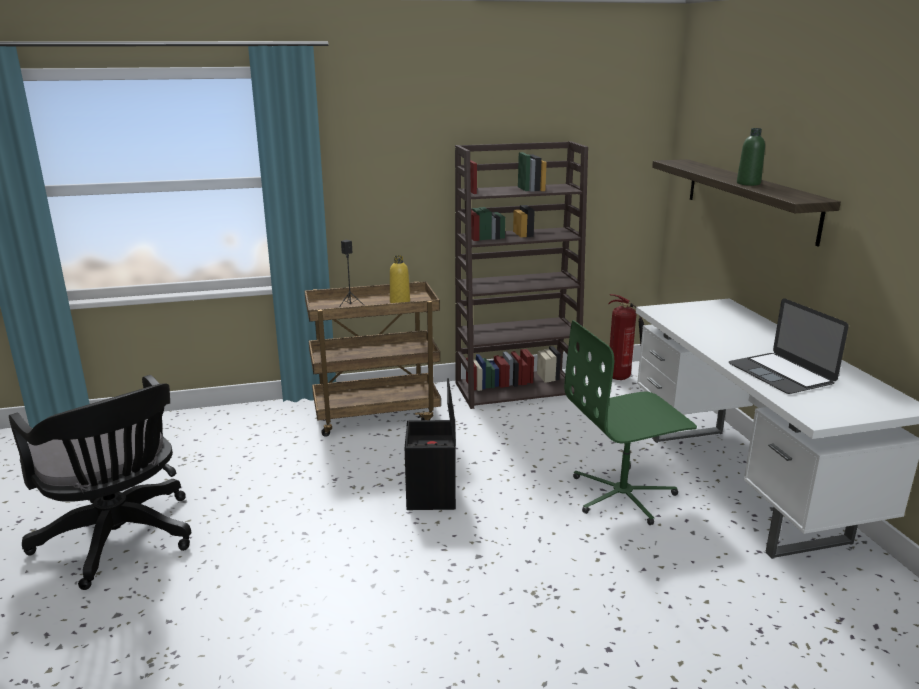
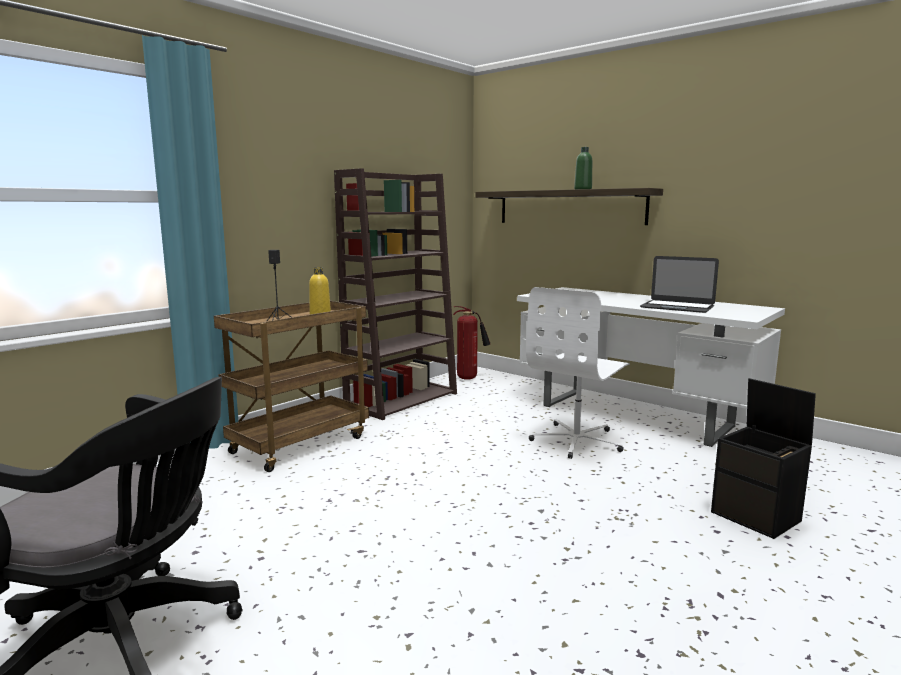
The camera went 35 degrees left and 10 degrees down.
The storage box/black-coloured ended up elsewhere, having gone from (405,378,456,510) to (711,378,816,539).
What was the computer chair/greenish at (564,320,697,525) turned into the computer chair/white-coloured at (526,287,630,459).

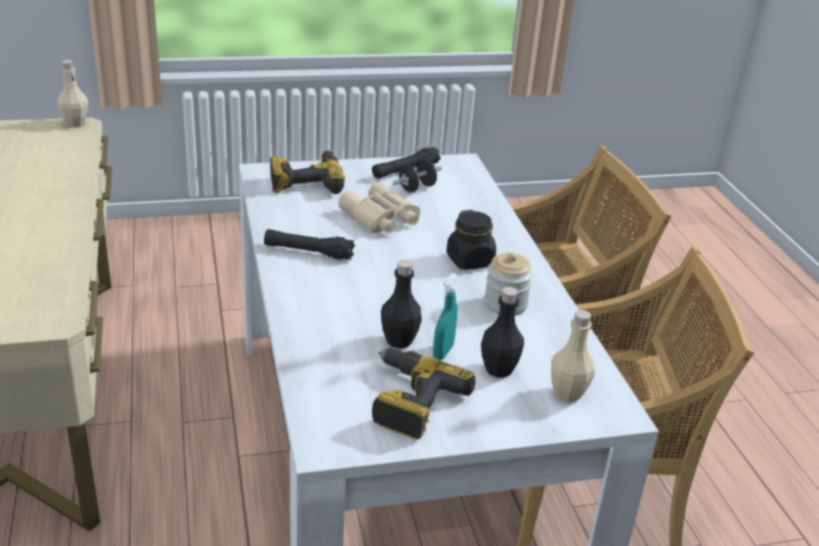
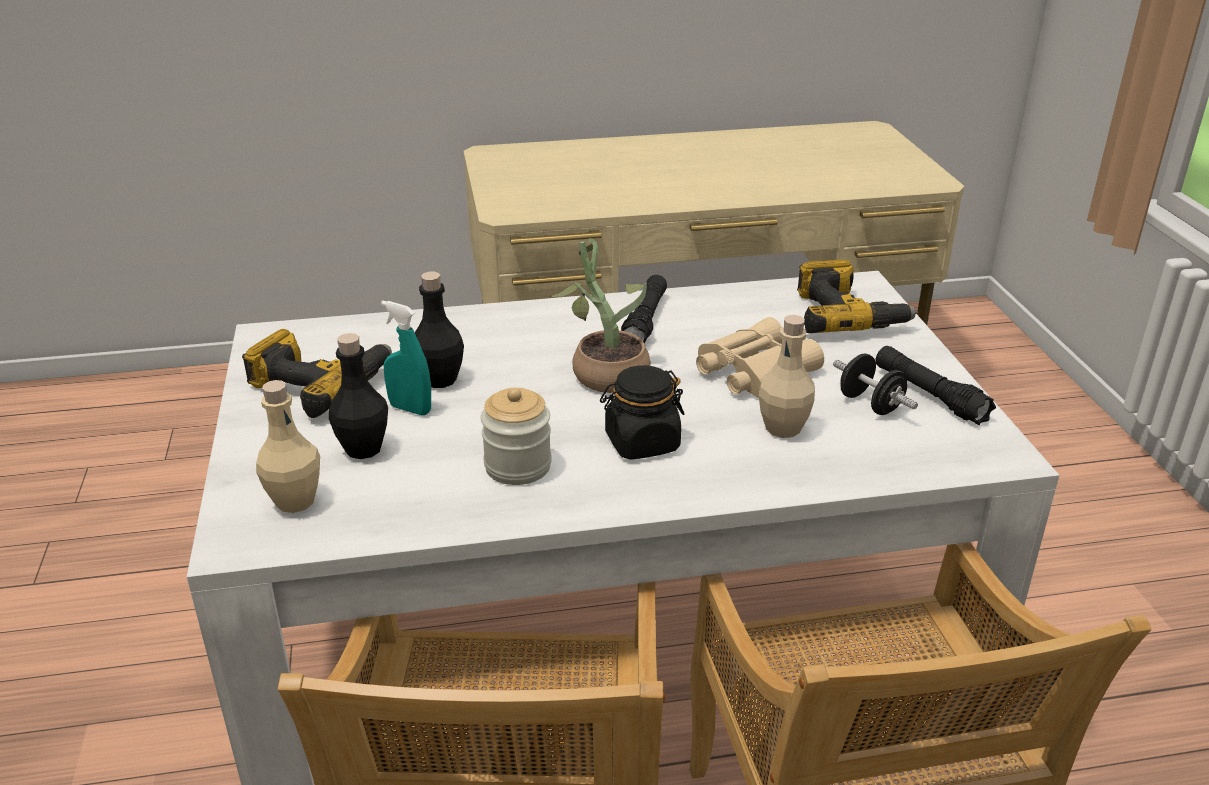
The camera went 95 degrees right and 0 degrees up.
The second view gained the plant in a pot at (551,238,651,393).
The drink bottle/beige ended up elsewhere, having gone from (57,60,88,128) to (759,315,815,438).

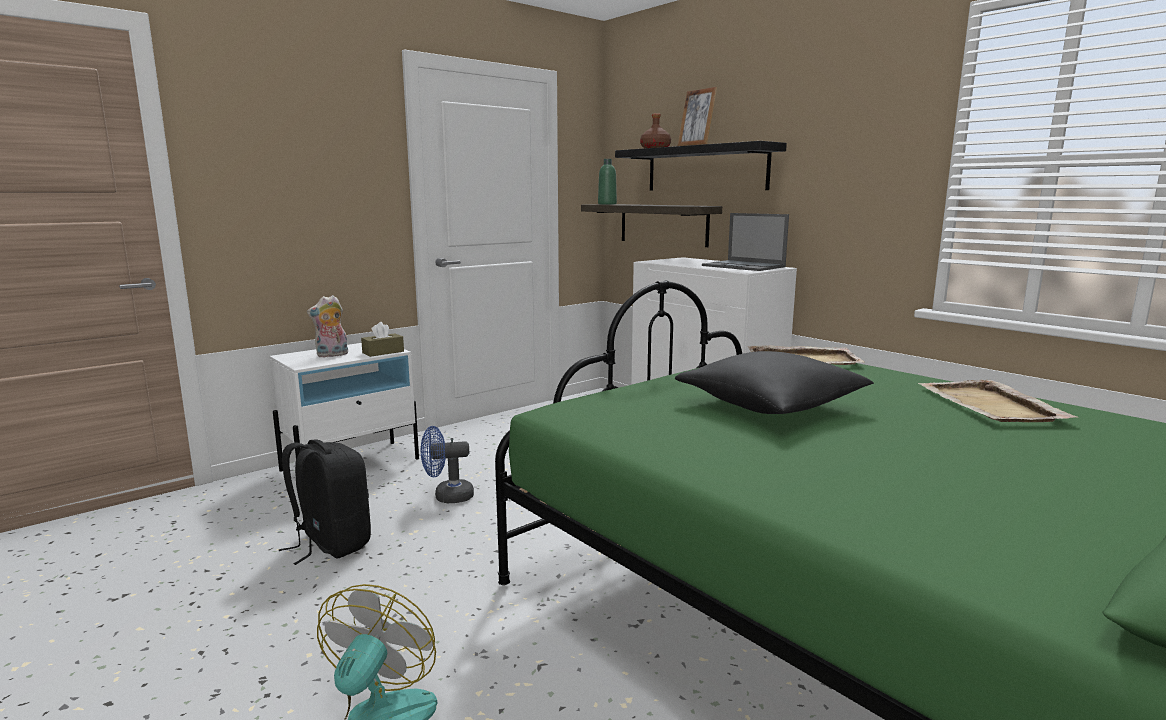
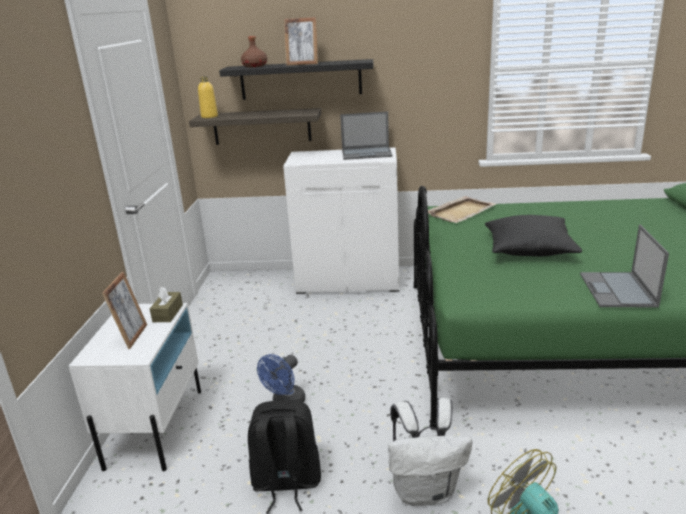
The camera went 45 degrees left and 10 degrees up.
The second view lost the tray/beige at (918,379,1077,422).
The second view gained the backpack/white-coloured at (388,398,472,506).
The second view gained the portable computer at (580,225,669,307).
Where the plush toy stood at (307,295,348,357), the standing frame came to stand at (102,272,147,349).
What was the drink bottle/greenish at (598,159,617,204) turned into the drink bottle/yellowish at (198,76,218,118).

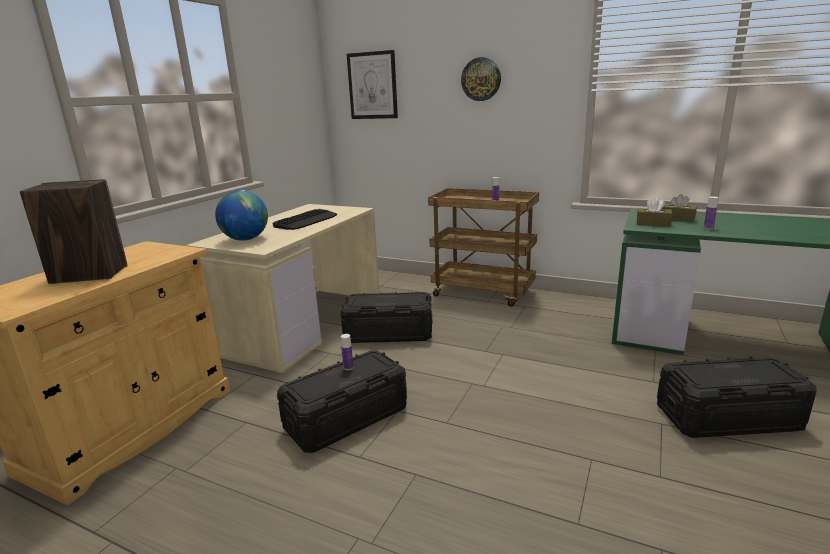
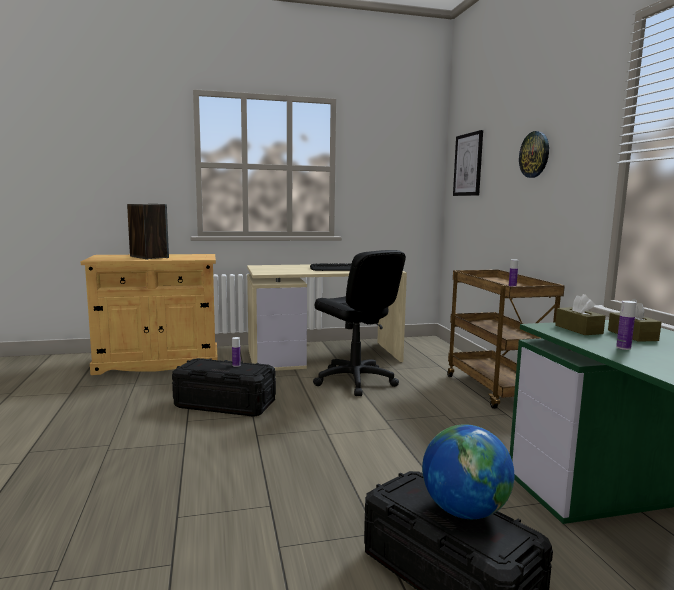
The camera went 50 degrees right and 10 degrees down.
The globe ended up elsewhere, having gone from (215,190,268,241) to (422,424,514,519).
Where the storage box/black-coloured stood at (341,291,433,343), the computer chair/black-coloured came to stand at (313,250,406,396).

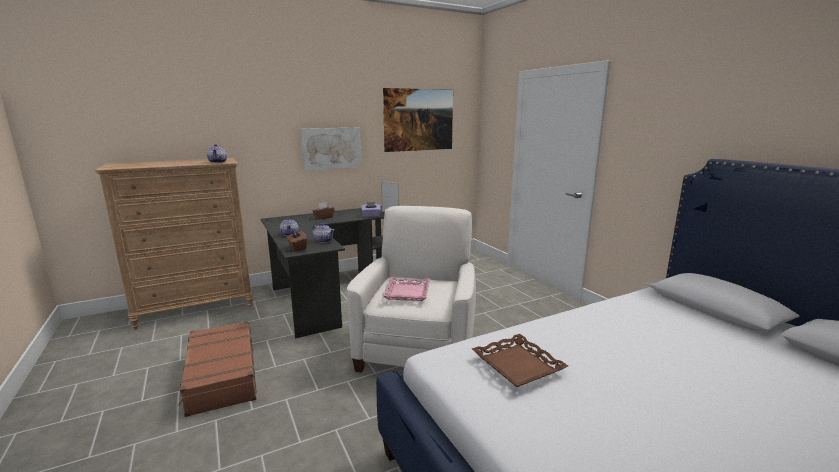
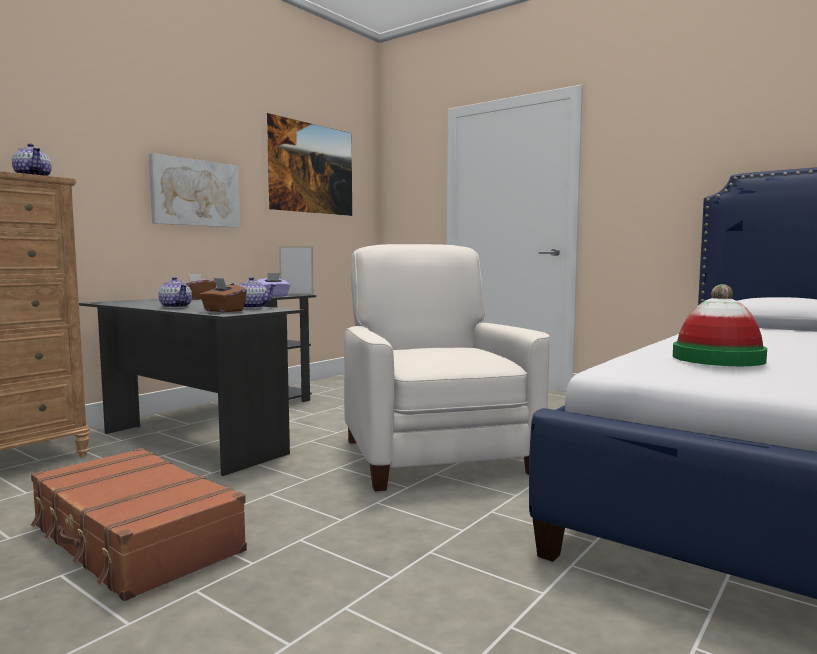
The camera went 25 degrees left and 10 degrees down.
The second view lost the tray/pinkish at (382,277,430,301).
Where the tray/brownish stood at (472,334,568,387), the hat came to stand at (673,284,767,366).

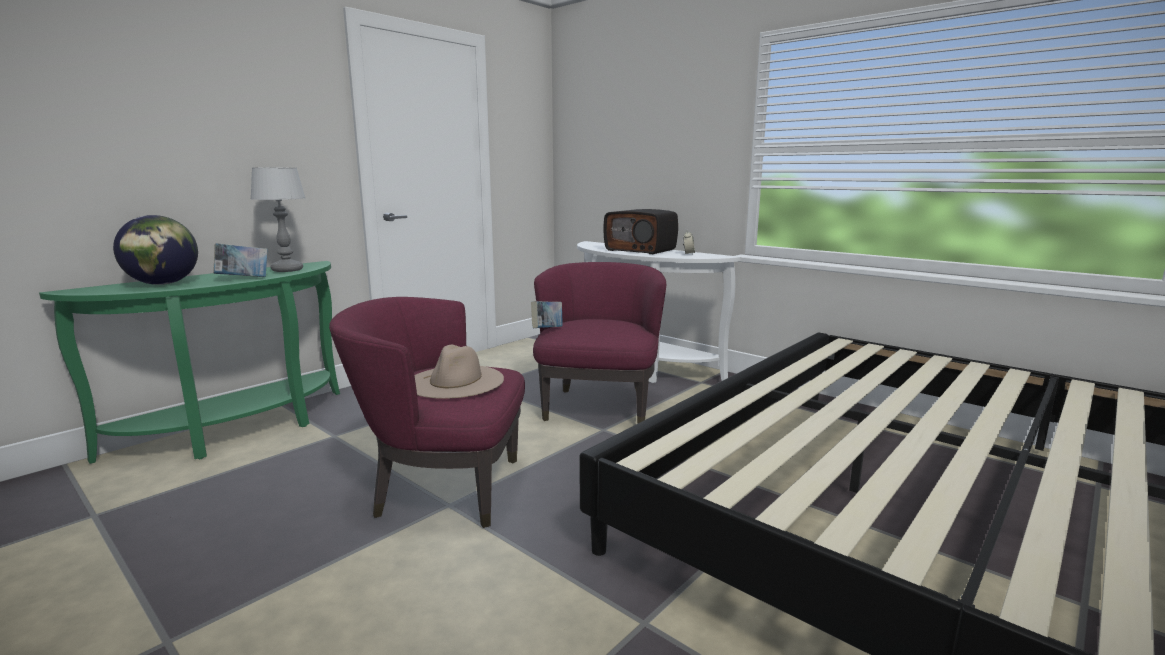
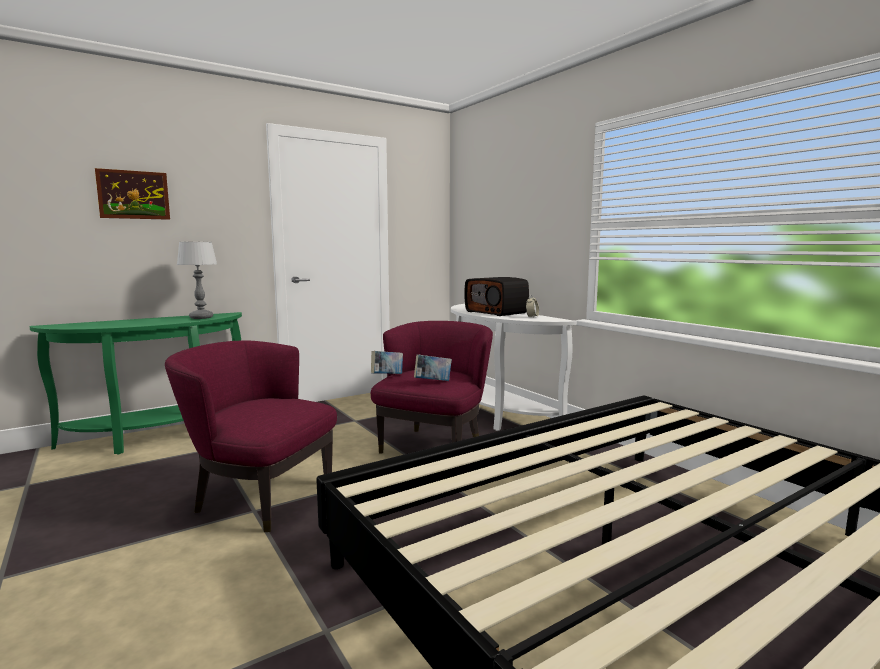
The camera went 15 degrees right and 5 degrees down.
The second view lost the globe at (113,215,198,285).
The second view lost the hat/beige at (414,345,504,399).
The second view gained the wall art at (95,168,170,220).
The volume ended up elsewhere, having gone from (213,243,268,277) to (414,355,452,381).

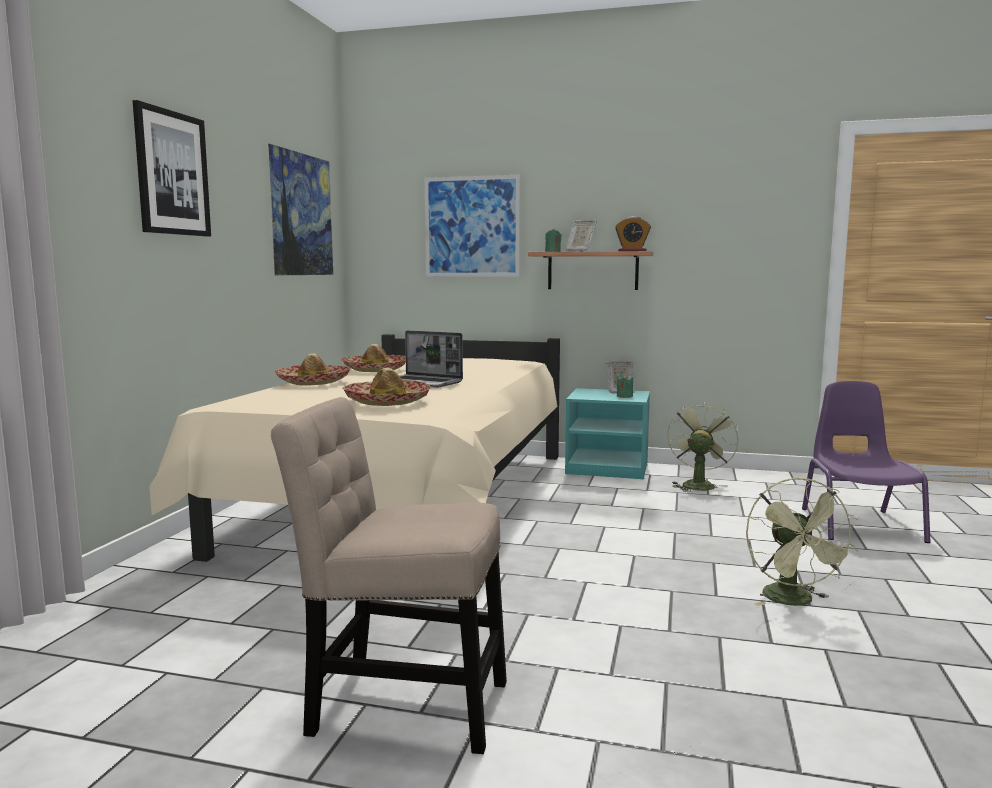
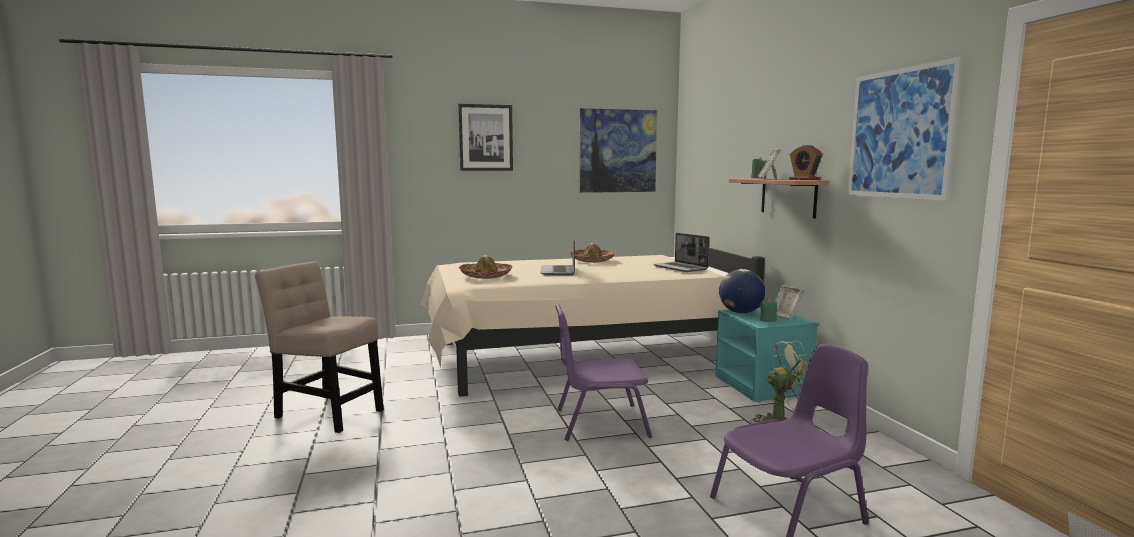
The camera went 60 degrees right and 0 degrees up.
The second view lost the hat at (274,353,351,386).
The second view lost the fan/greenish at (746,477,858,606).
The second view gained the upright chair/purple-coloured at (555,304,652,441).
The second view gained the portable computer at (653,233,709,272).
The second view gained the globe at (719,269,765,314).
The wall art ended up elsewhere, having gone from (425,175,520,277) to (847,57,963,201).
The upright chair/beige at (271,397,507,754) ended up facing another way, 45 degrees counterclockwise from before.

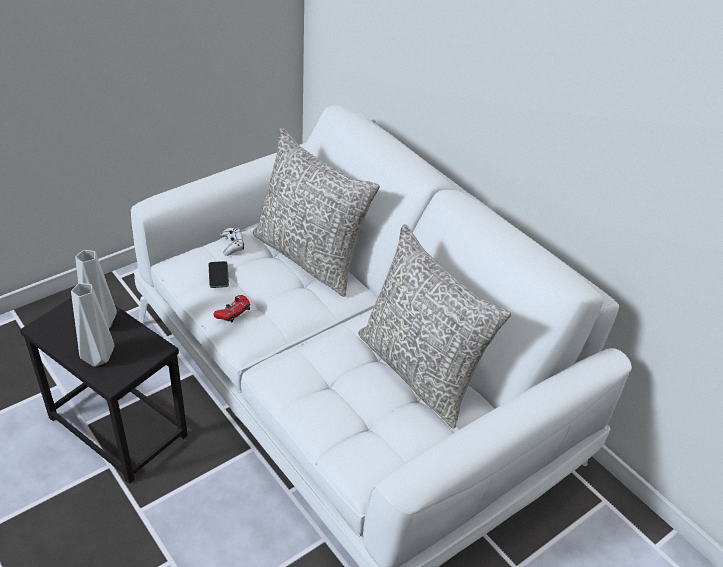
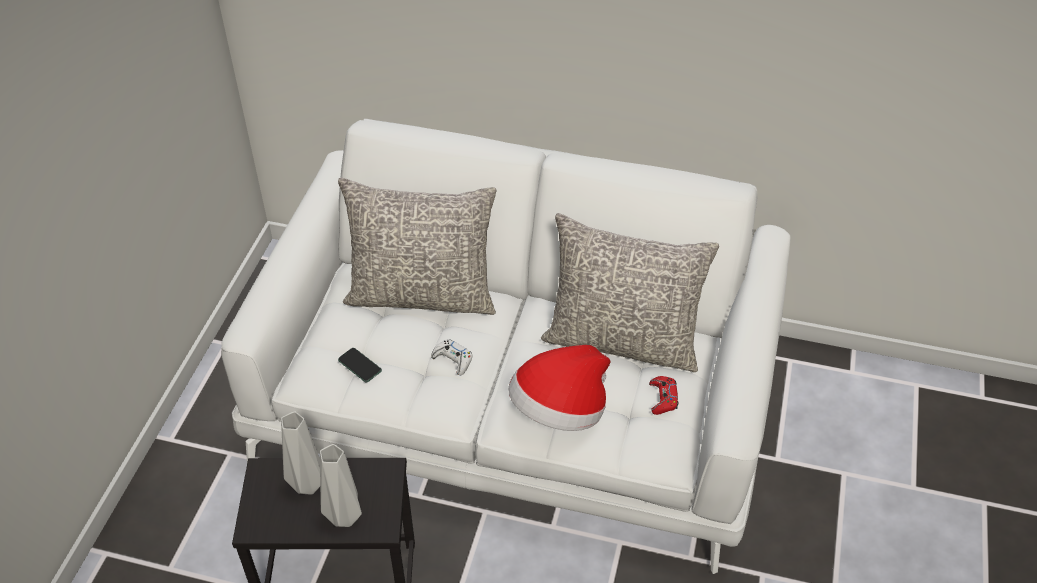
The camera went 35 degrees left and 5 degrees up.
The second view gained the hat at (508,345,610,431).
The joypad/red-coloured ended up elsewhere, having gone from (213,295,250,322) to (649,376,678,415).
The joypad/white-coloured ended up elsewhere, having gone from (220,228,244,256) to (431,339,472,375).

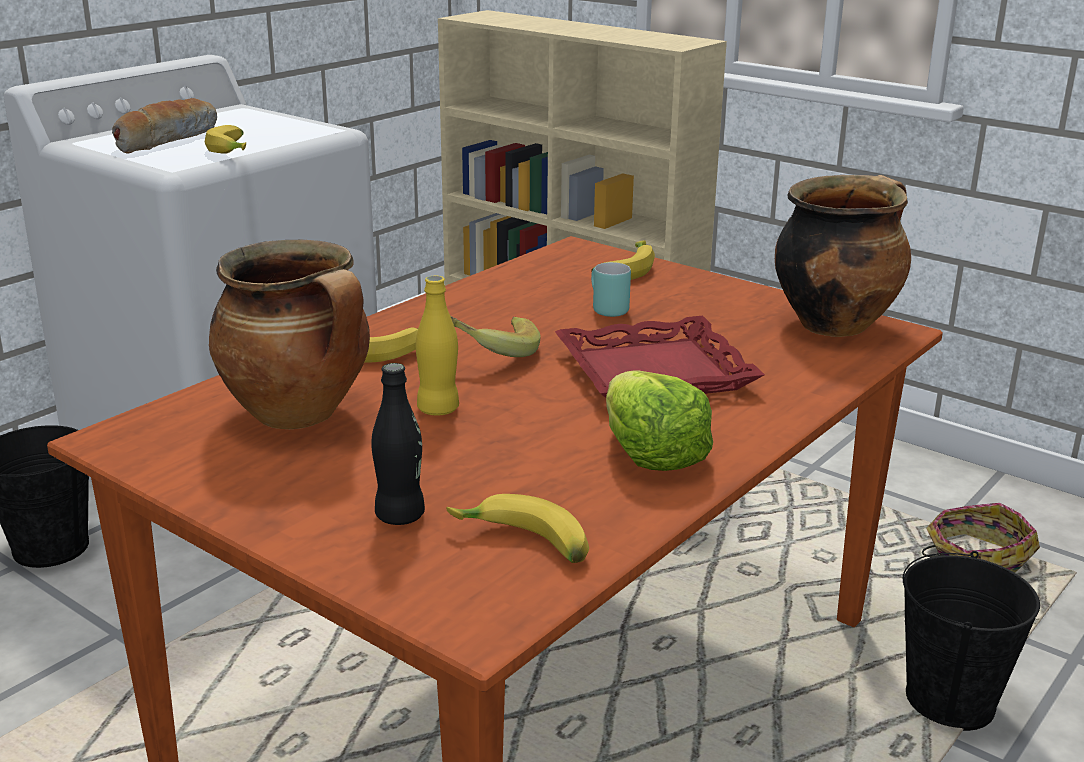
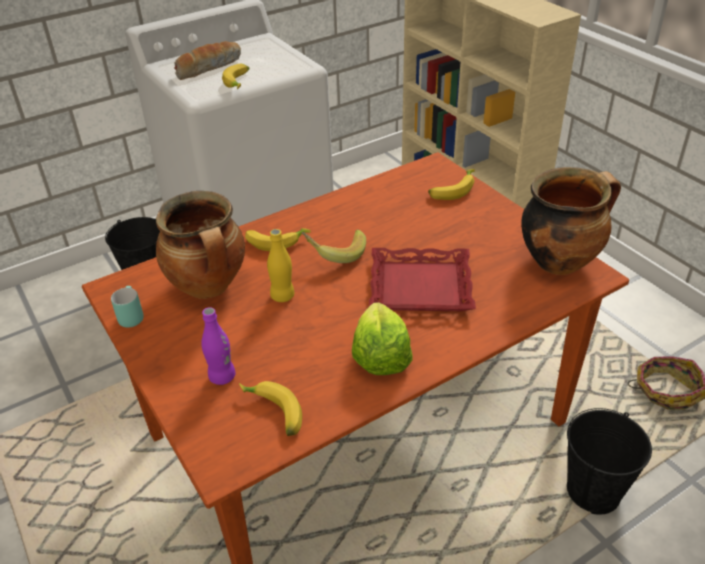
The camera went 20 degrees right and 15 degrees up.
The tea mug/turquoise ended up elsewhere, having gone from (591,262,631,317) to (111,286,144,328).
What was the drink bottle/black-coloured at (372,363,425,525) turned into the drink bottle/purple-coloured at (201,307,236,385).

